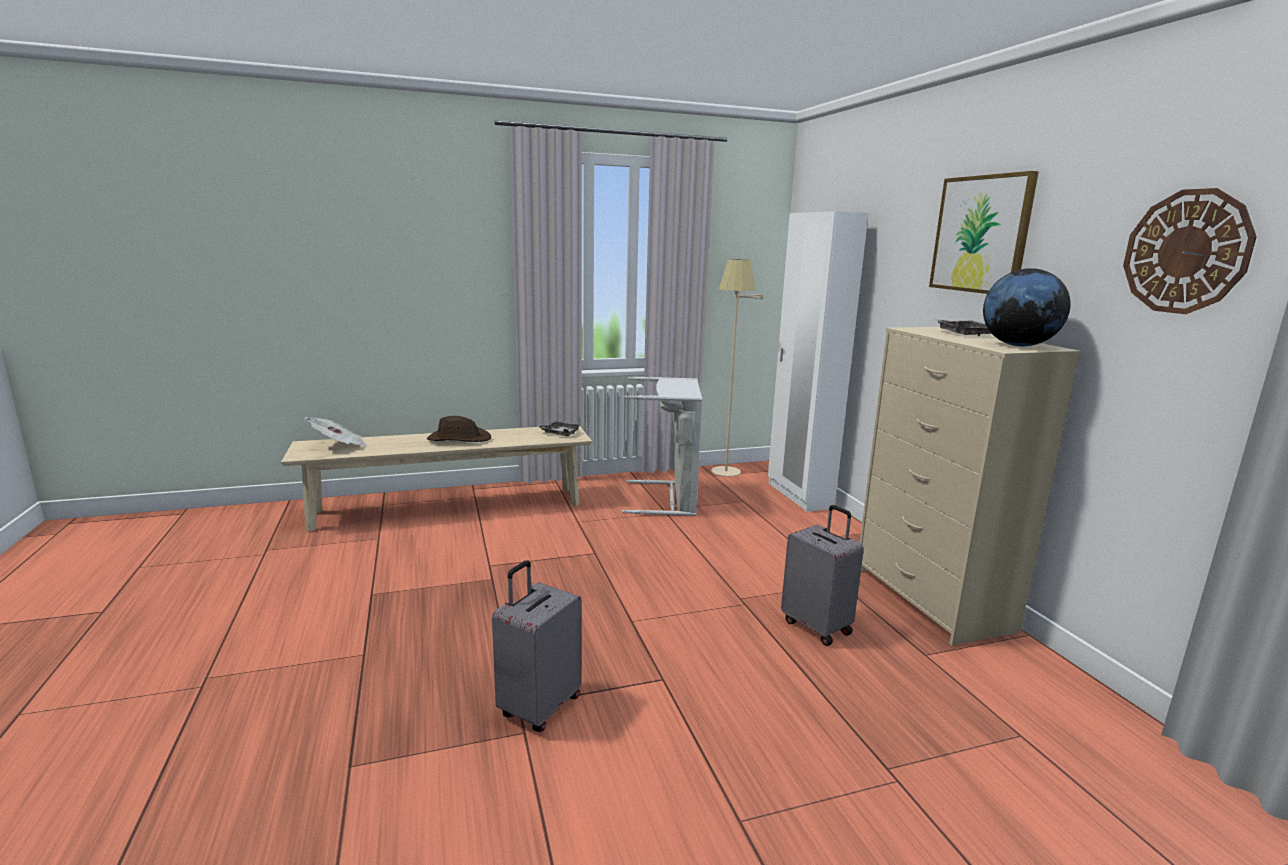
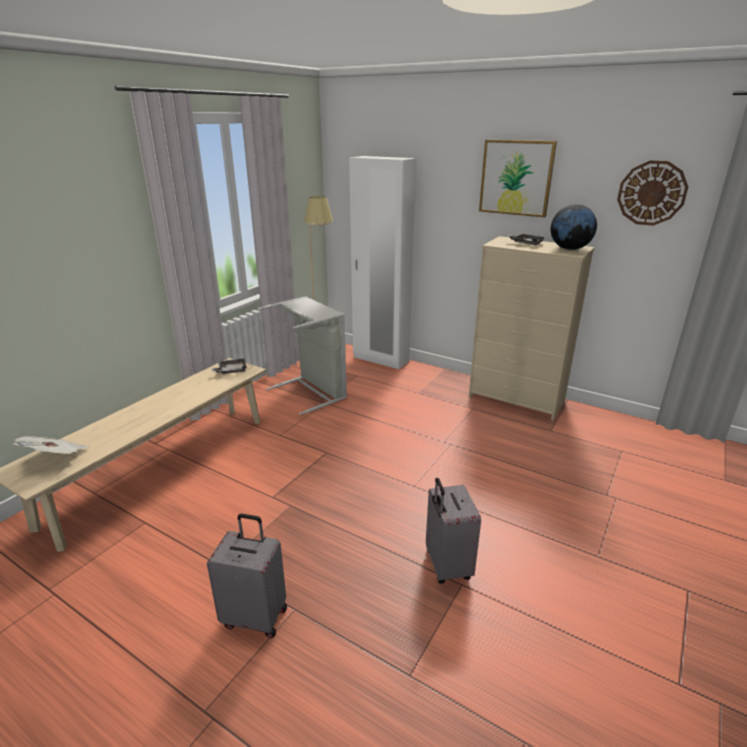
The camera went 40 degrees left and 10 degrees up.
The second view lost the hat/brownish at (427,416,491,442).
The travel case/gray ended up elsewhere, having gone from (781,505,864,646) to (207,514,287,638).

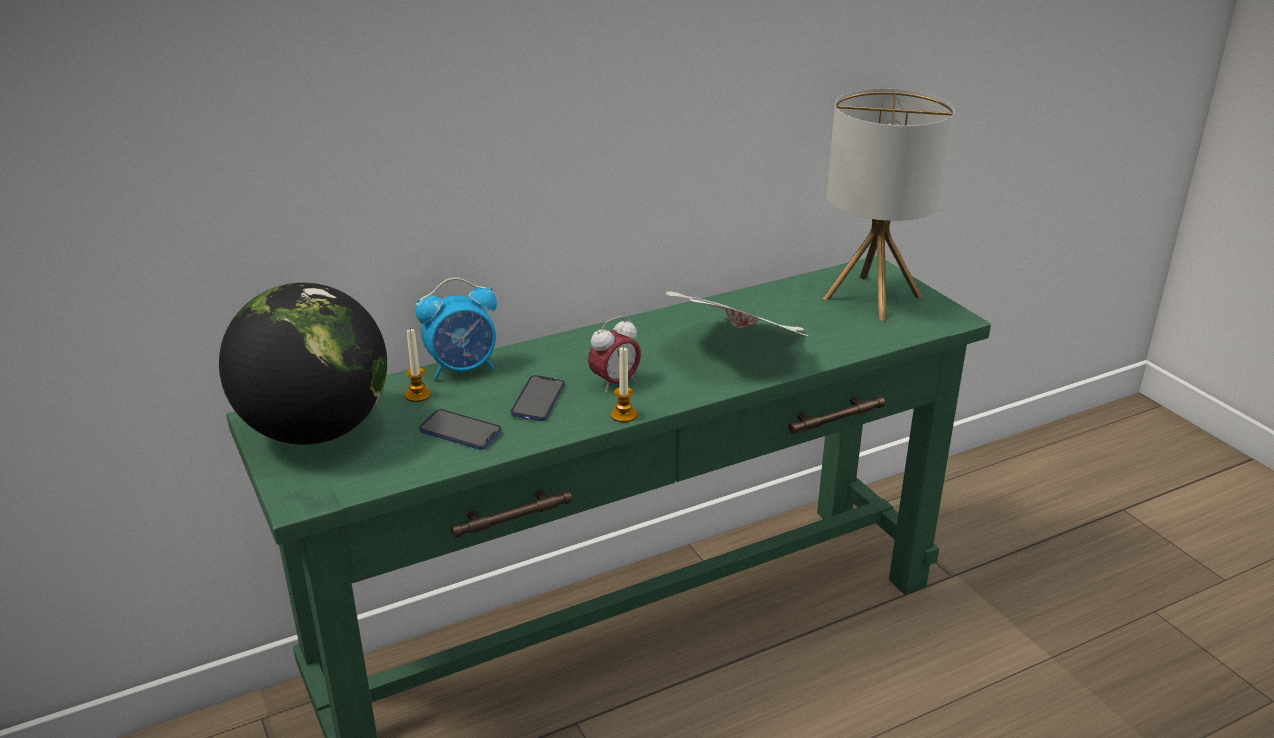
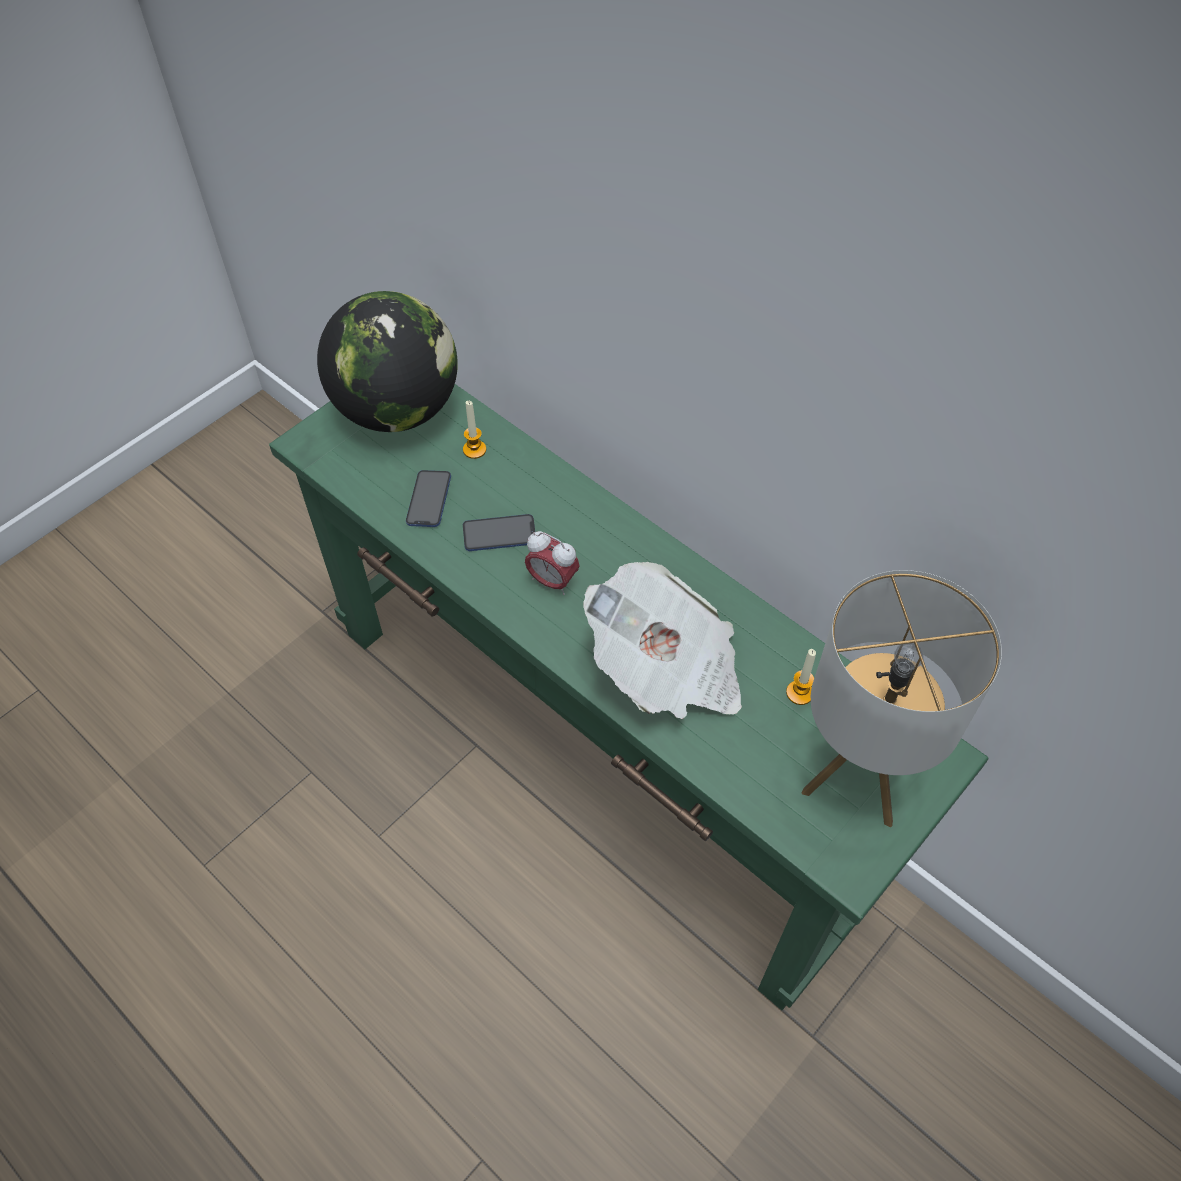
The camera went 70 degrees right and 25 degrees up.
The second view lost the table clock at (415,277,497,380).
The wax candle ended up elsewhere, having gone from (611,346,637,422) to (786,649,816,705).

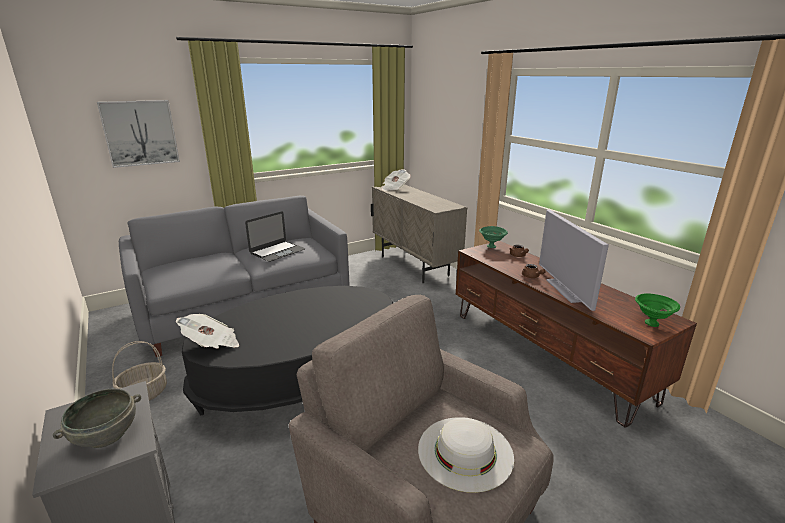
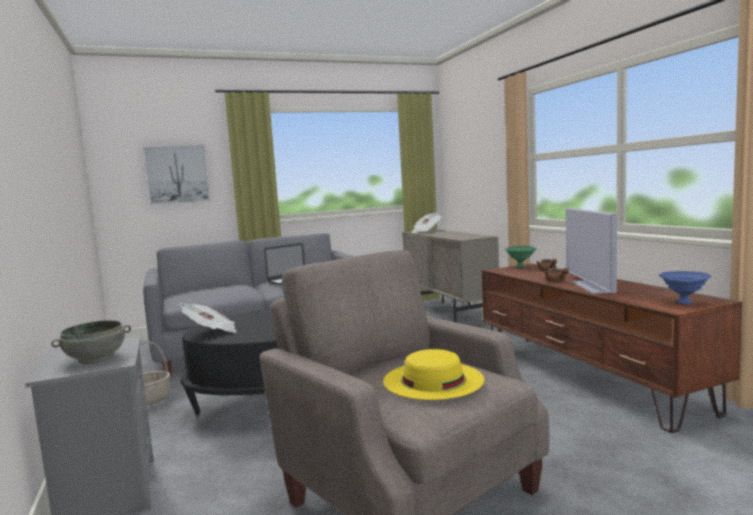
The camera went 10 degrees right and 15 degrees down.
What was the hat/white-coloured at (418,417,514,493) turned into the hat/yellowish at (383,349,484,400).
What was the bowl/greenish at (635,293,680,327) turned into the bowl/bluish at (659,271,711,304).

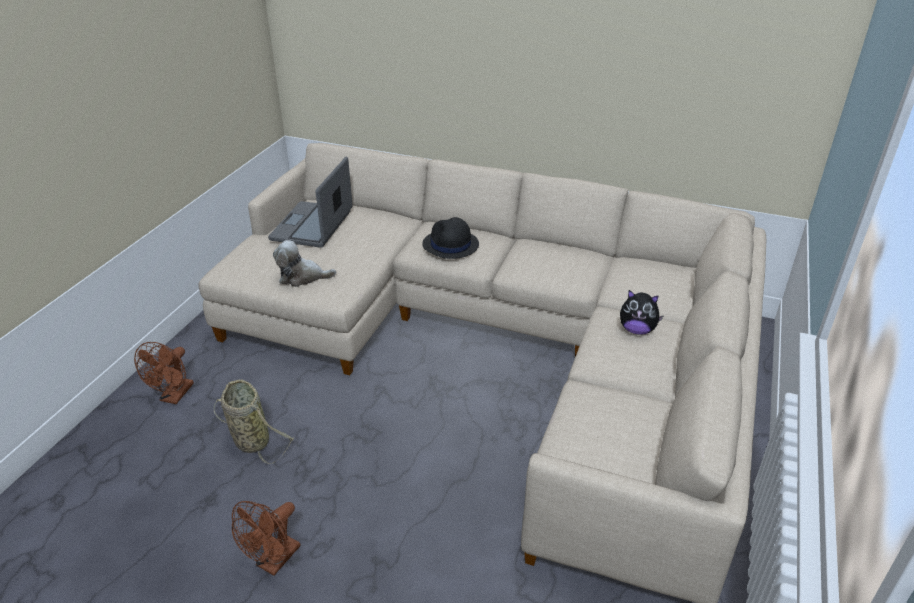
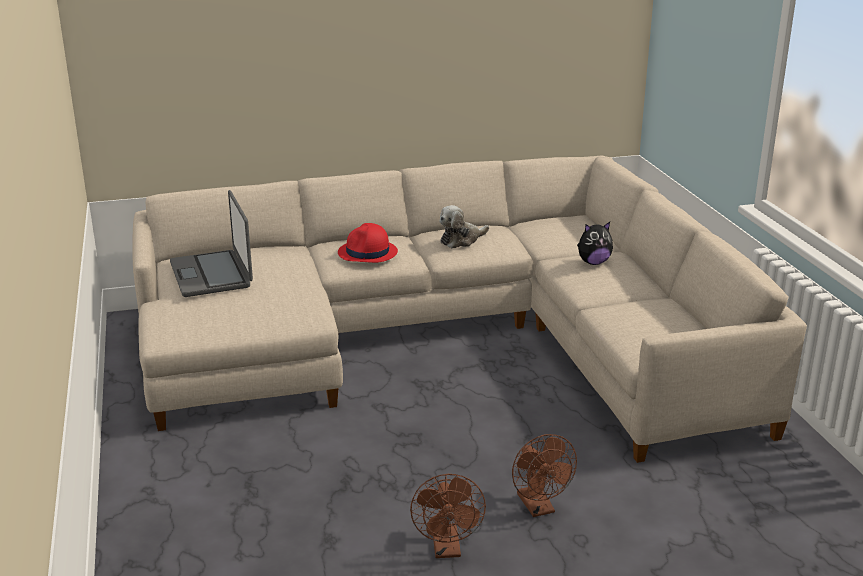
The camera went 35 degrees left and 10 degrees down.
The second view lost the storage basket at (214,379,294,464).
The fan/brownish ended up elsewhere, having gone from (134,342,194,404) to (512,434,577,517).
The plush toy ended up elsewhere, having gone from (273,240,336,287) to (439,205,489,248).
What was the hat/black-coloured at (422,217,479,259) turned into the hat/red-coloured at (338,223,398,263).

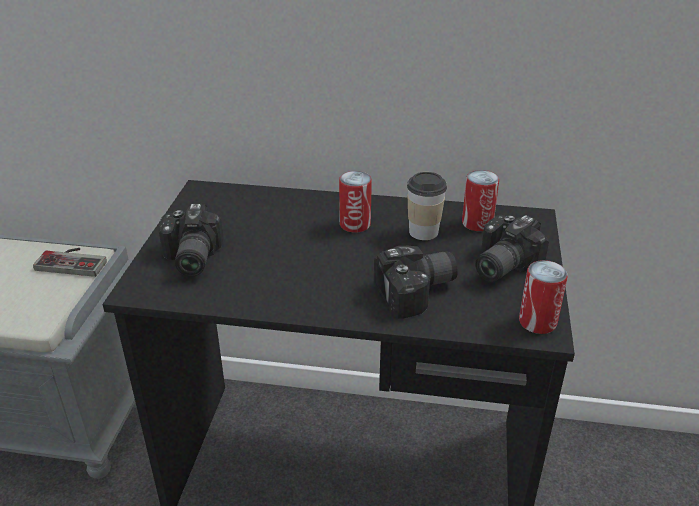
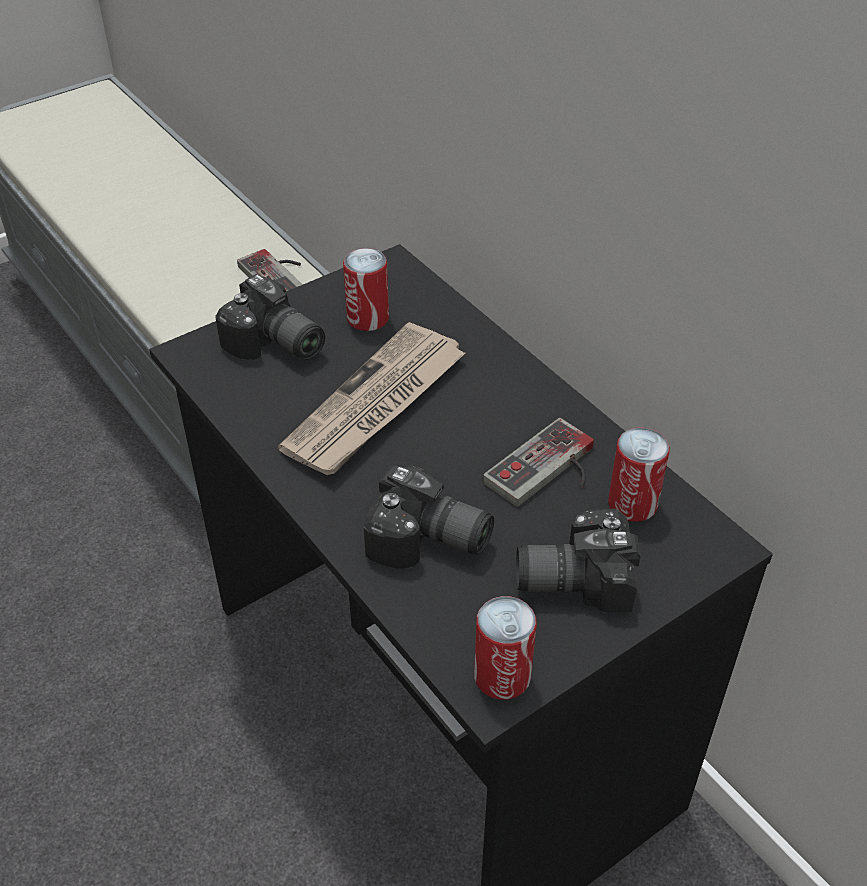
The camera went 45 degrees right and 10 degrees up.
The second view gained the daily paper at (278,322,465,475).
The sealed can ended up elsewhere, having gone from (339,171,372,233) to (343,248,389,331).
Where the drinking cup stood at (407,172,447,240), the joypad came to stand at (483,418,594,507).
The photo camera at (158,203,223,277) ended up facing another way, 90 degrees counterclockwise from before.

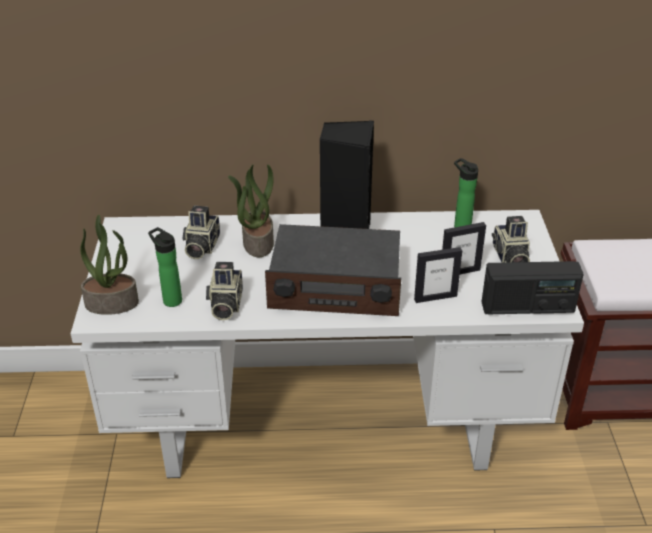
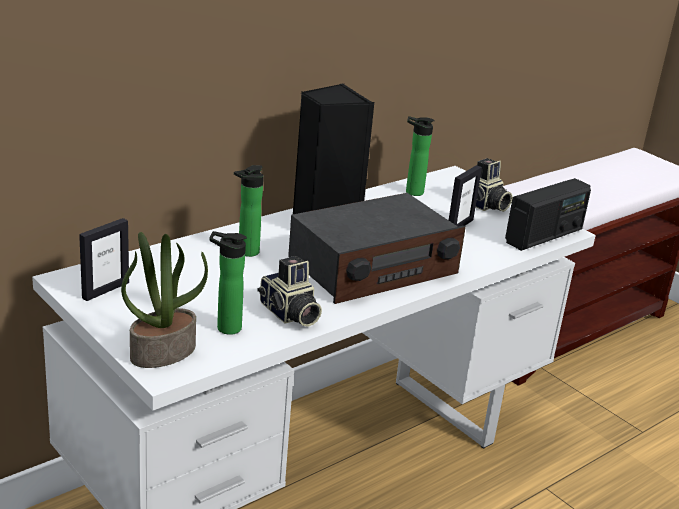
The camera went 40 degrees left and 10 degrees down.
The second view lost the photo camera at (182,206,220,259).
The standing frame ended up elsewhere, having gone from (414,247,462,303) to (79,218,129,301).
Where the plant in a pot stood at (228,164,274,257), the drink bottle came to stand at (234,165,264,257).

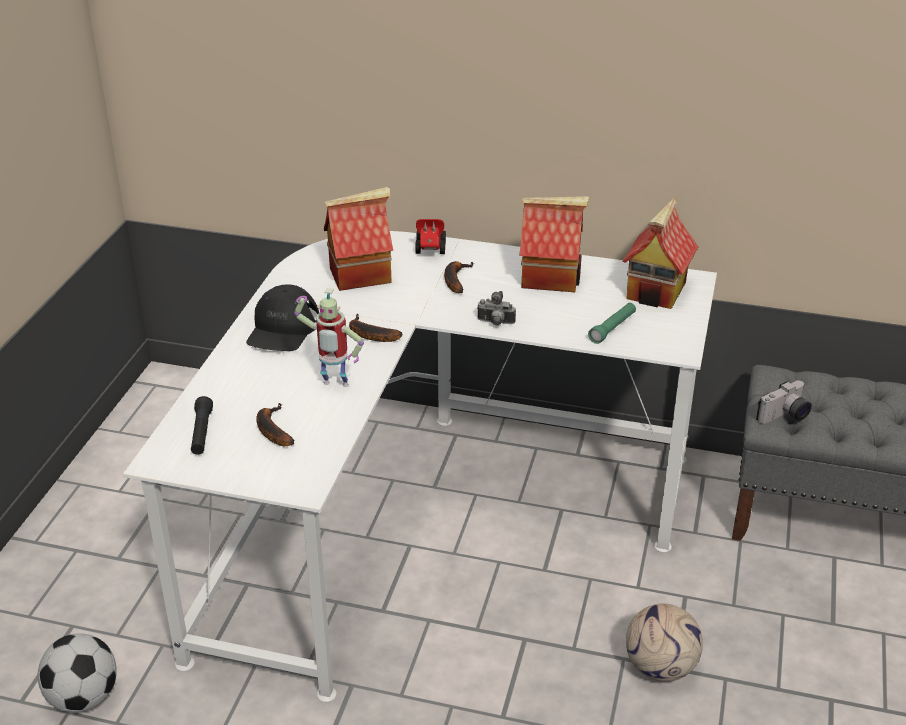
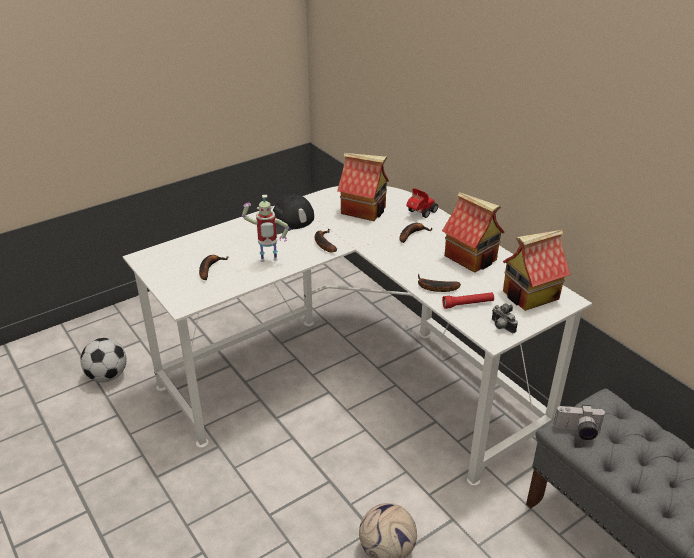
The camera went 40 degrees right and 0 degrees up.
The second view lost the torch/black-coloured at (191,396,213,455).
The second view gained the banana fruit at (418,274,461,292).
The photo camera ended up elsewhere, having gone from (478,291,516,325) to (492,303,518,333).
What was the torch/greenish at (588,303,636,344) turned into the torch/red-coloured at (442,292,494,309).
The toy robot at (294,288,364,387) ended up facing another way, 60 degrees counterclockwise from before.

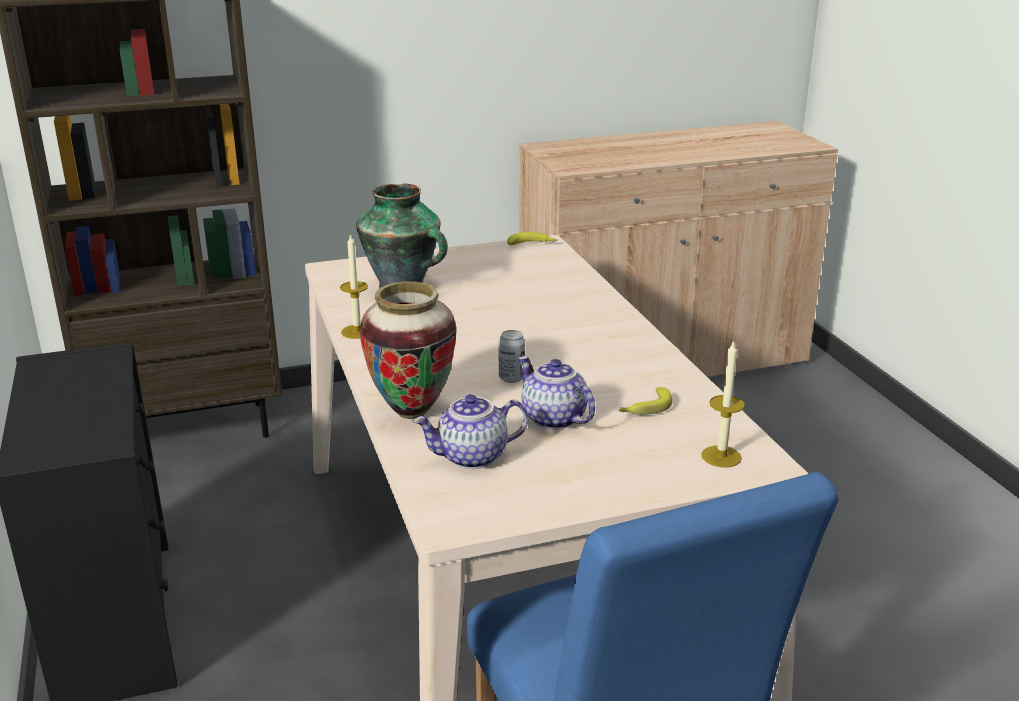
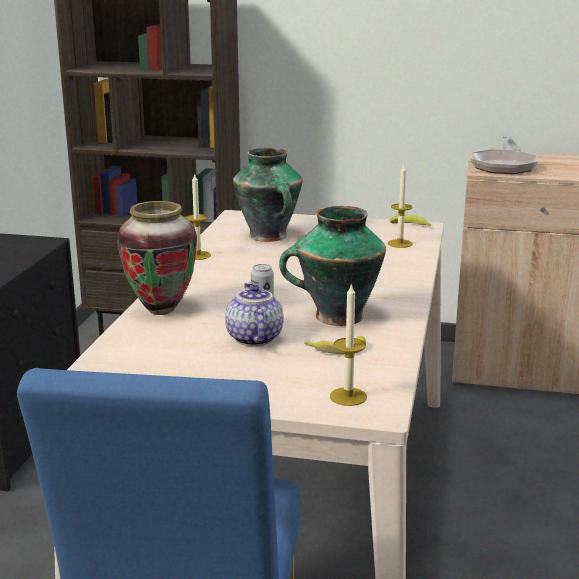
The camera went 30 degrees right and 5 degrees down.
The second view lost the teapot at (413,394,528,469).
The second view gained the flower vase at (279,206,386,326).
The second view gained the wax candle at (388,165,413,248).
The second view gained the skillet at (471,136,538,174).

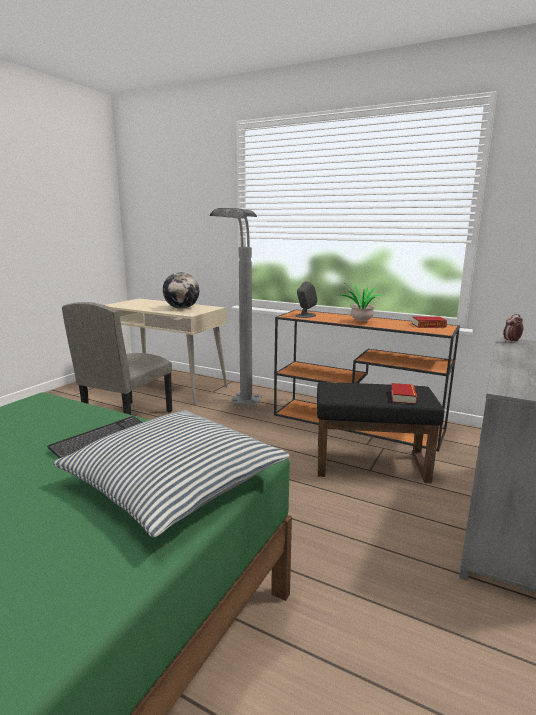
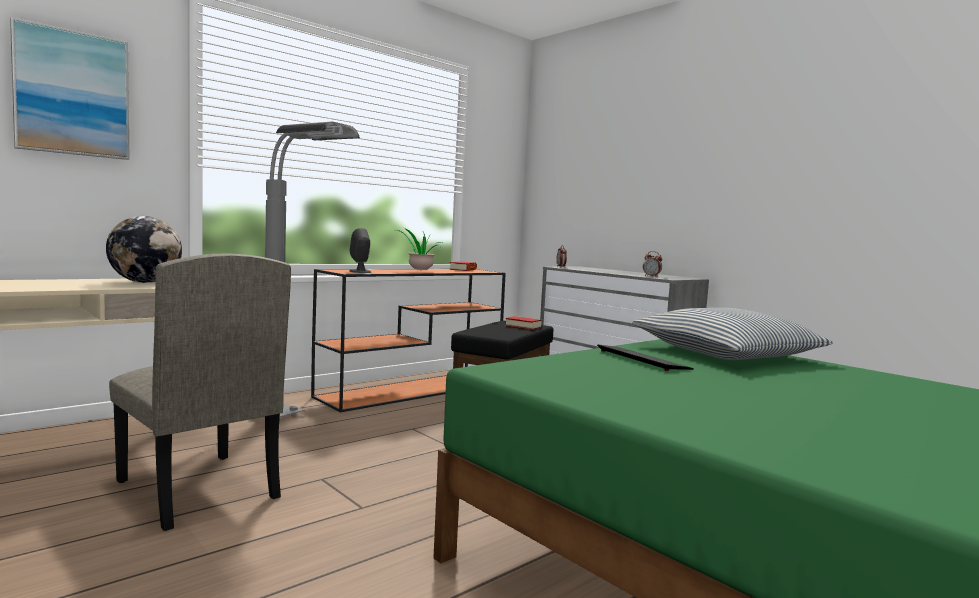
The camera went 70 degrees left and 10 degrees down.
The second view gained the wall art at (10,17,130,160).
The second view gained the table clock at (643,251,662,276).

